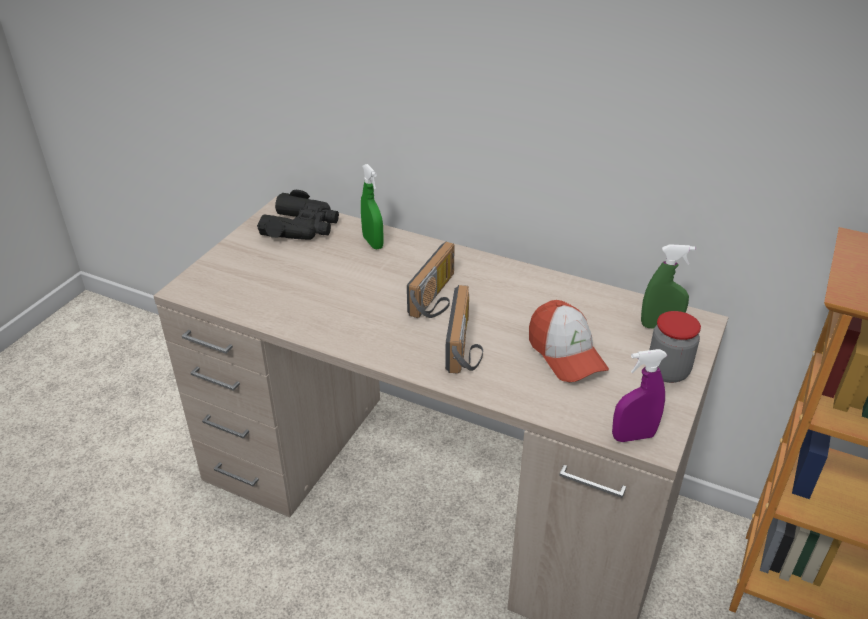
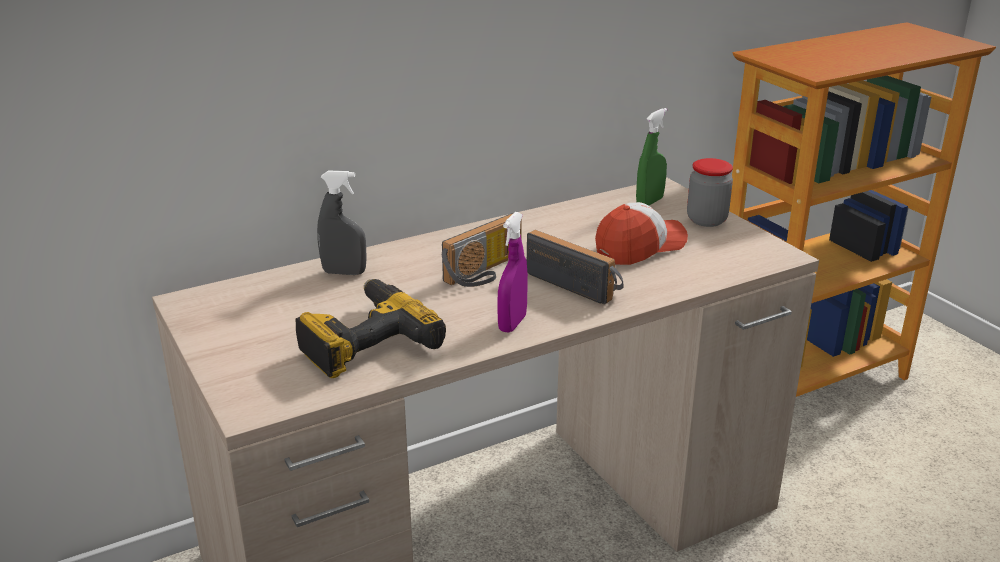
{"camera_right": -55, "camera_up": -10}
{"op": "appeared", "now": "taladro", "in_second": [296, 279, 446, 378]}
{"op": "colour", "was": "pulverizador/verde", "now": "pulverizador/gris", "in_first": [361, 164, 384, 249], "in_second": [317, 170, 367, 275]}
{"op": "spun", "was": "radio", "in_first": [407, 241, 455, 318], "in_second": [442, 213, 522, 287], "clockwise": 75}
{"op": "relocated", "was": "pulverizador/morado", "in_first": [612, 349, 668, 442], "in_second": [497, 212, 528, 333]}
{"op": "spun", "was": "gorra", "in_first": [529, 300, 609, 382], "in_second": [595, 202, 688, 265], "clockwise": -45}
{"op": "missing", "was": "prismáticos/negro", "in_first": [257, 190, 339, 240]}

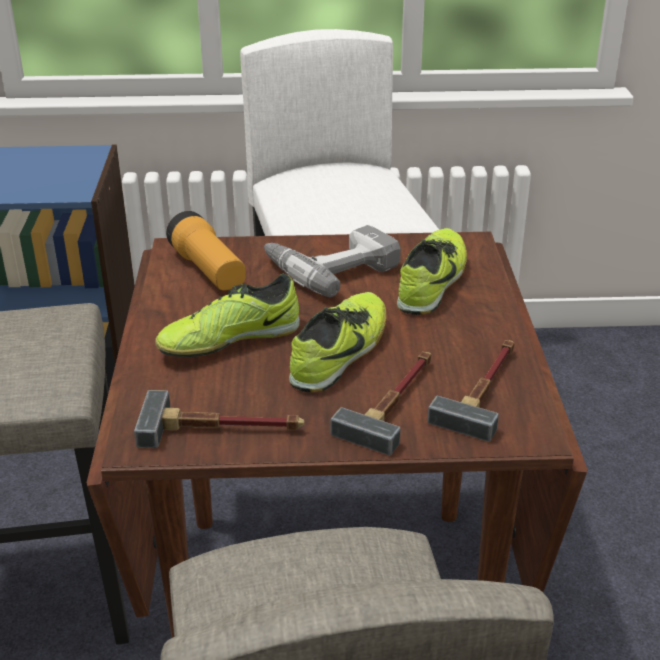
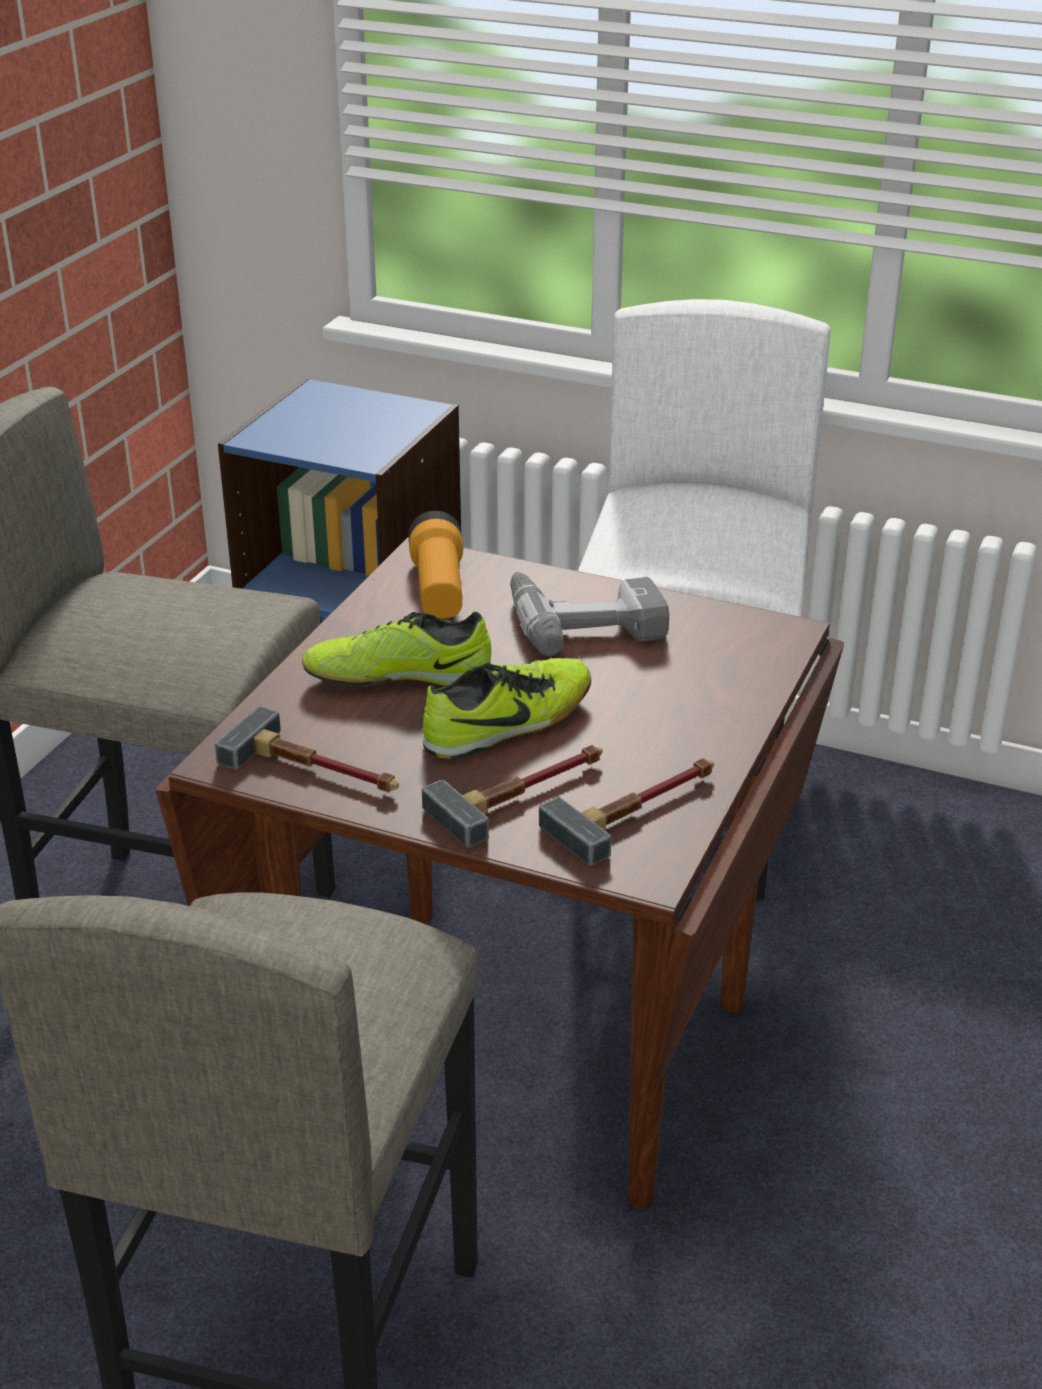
{"camera_right": 25, "camera_up": 0}
{"op": "missing", "was": "zapato", "in_first": [397, 228, 467, 315]}

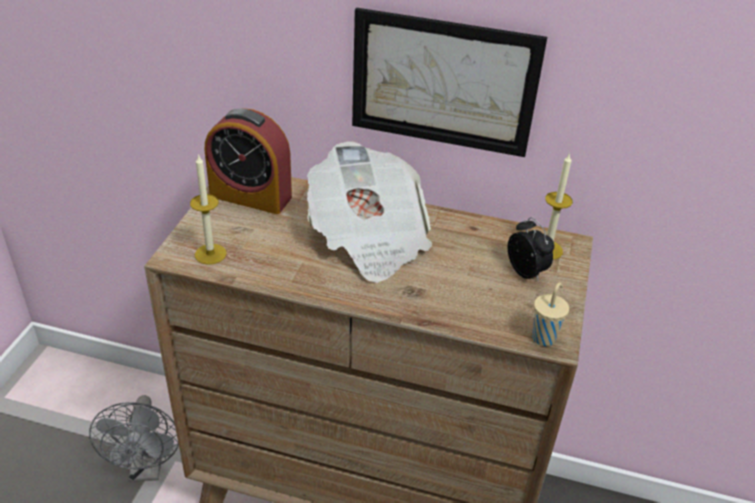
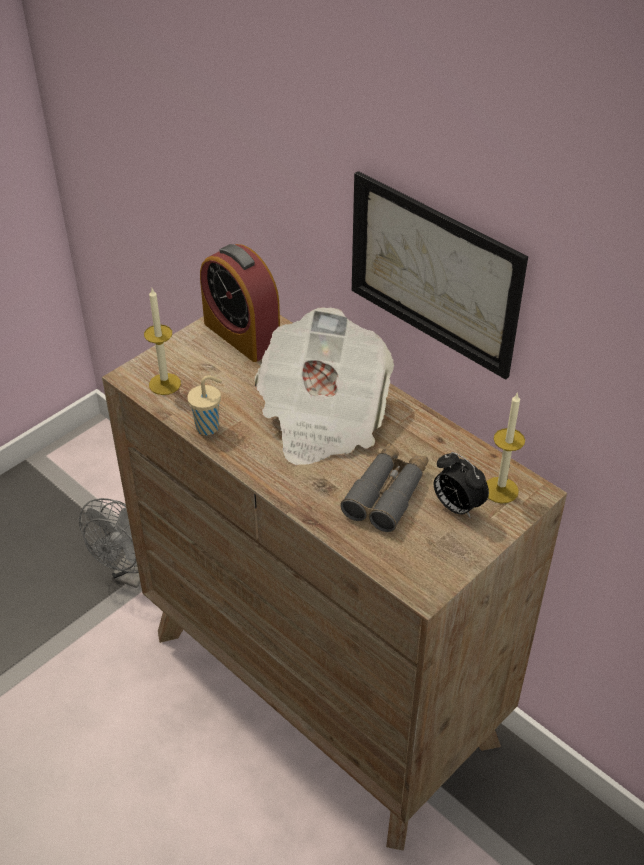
{"camera_right": 30, "camera_up": 5}
{"op": "relocated", "was": "taza/beis", "in_first": [532, 282, 569, 346], "in_second": [187, 375, 222, 435]}
{"op": "appeared", "now": "prismáticos/gris", "in_second": [340, 443, 428, 532]}
{"op": "spun", "was": "despertador", "in_first": [508, 217, 554, 280], "in_second": [434, 452, 489, 519], "clockwise": 135}

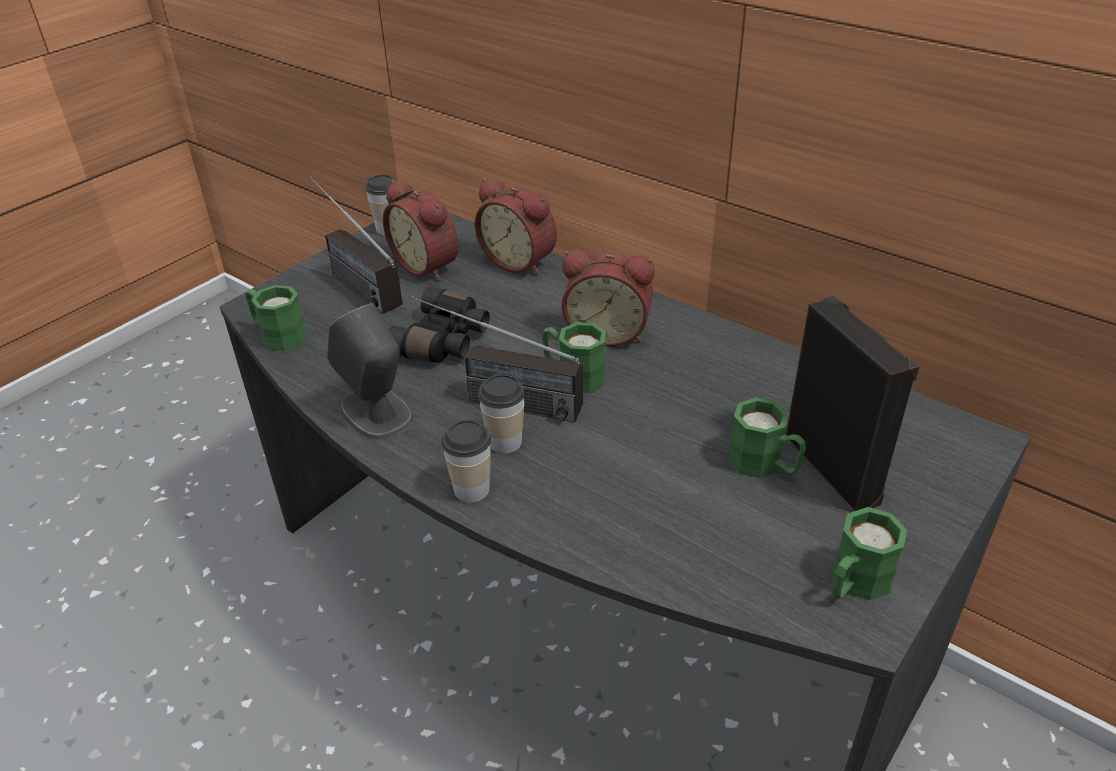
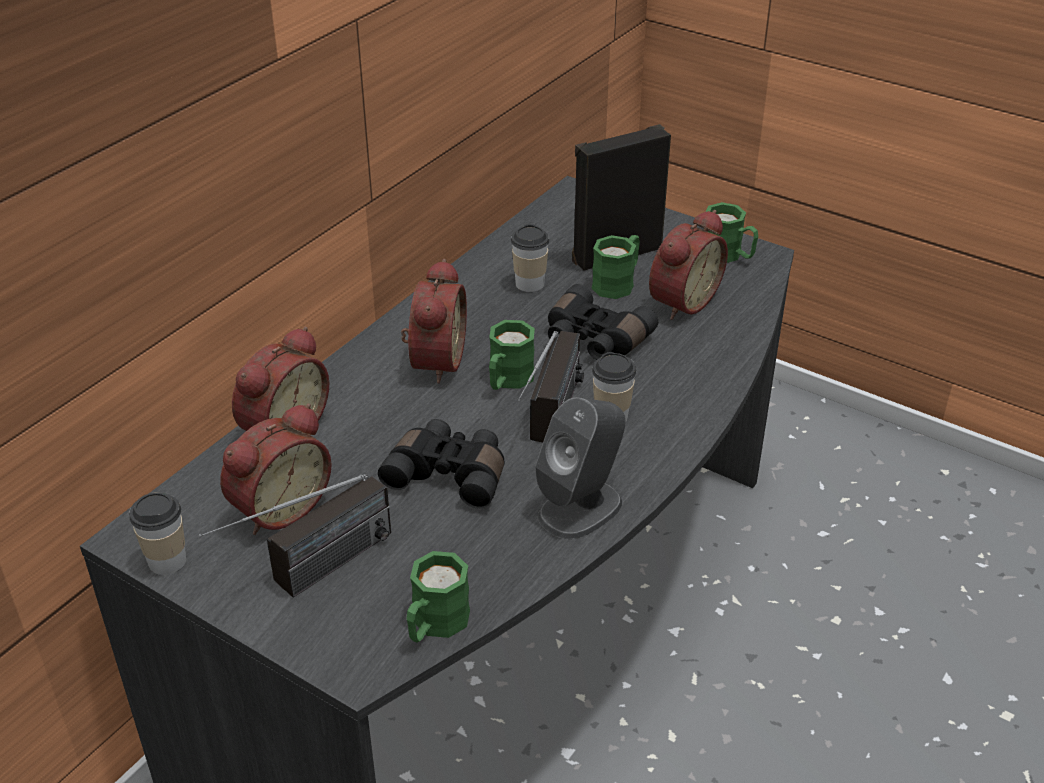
{"camera_right": -95, "camera_up": 0}
{"op": "relocated", "was": "taza", "in_first": [441, 420, 491, 503], "in_second": [511, 224, 549, 292]}
{"op": "appeared", "now": "prismáticos/negro", "in_second": [548, 284, 658, 360]}
{"op": "appeared", "now": "despertador", "in_second": [649, 210, 728, 320]}

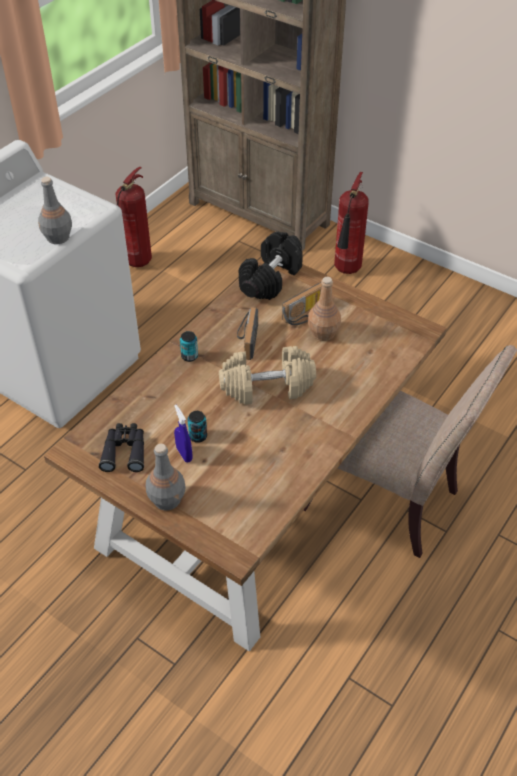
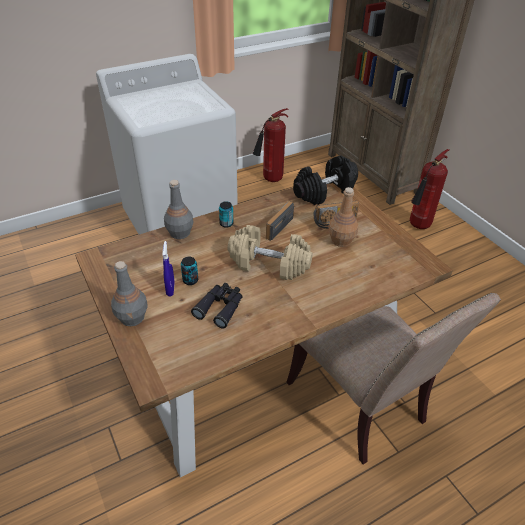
{"camera_right": 25, "camera_up": -5}
{"op": "relocated", "was": "botella/gris", "in_first": [38, 177, 72, 244], "in_second": [164, 180, 194, 239]}
{"op": "relocated", "was": "prismáticos/negro", "in_first": [99, 423, 144, 472], "in_second": [191, 283, 243, 329]}

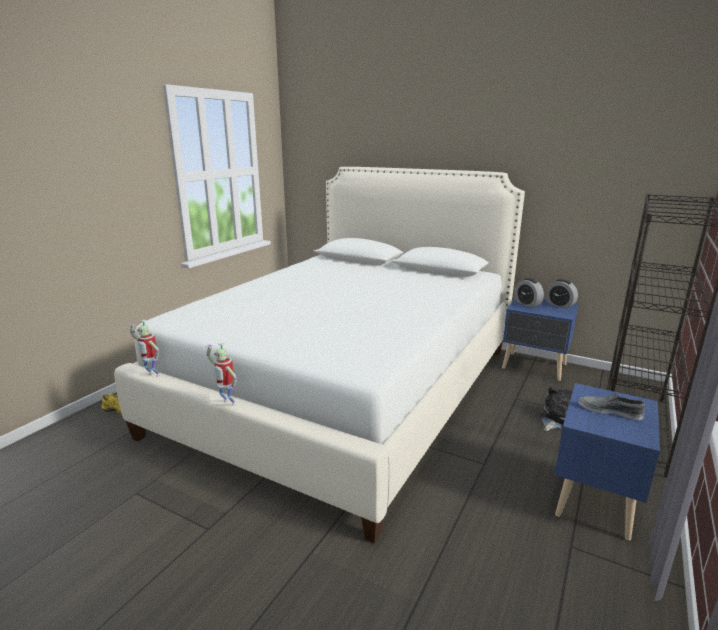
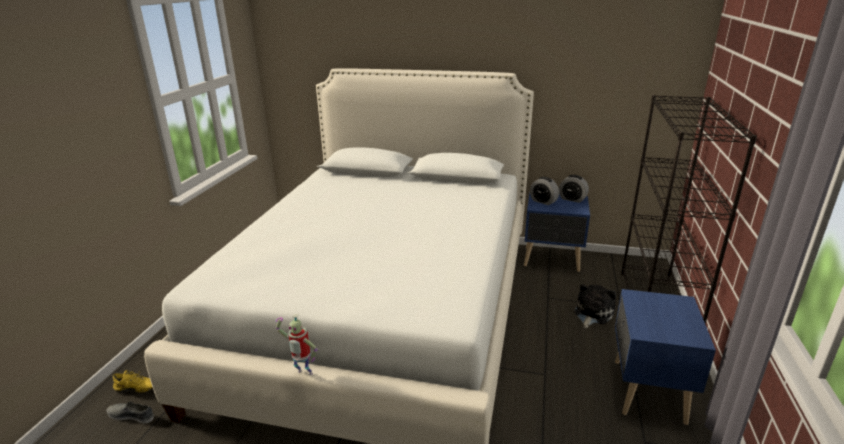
{"camera_right": -15, "camera_up": 5}
{"op": "relocated", "was": "zapato/gris", "in_first": [578, 393, 645, 420], "in_second": [107, 401, 154, 423]}
{"op": "missing", "was": "robot de juguete", "in_first": [129, 320, 160, 377]}

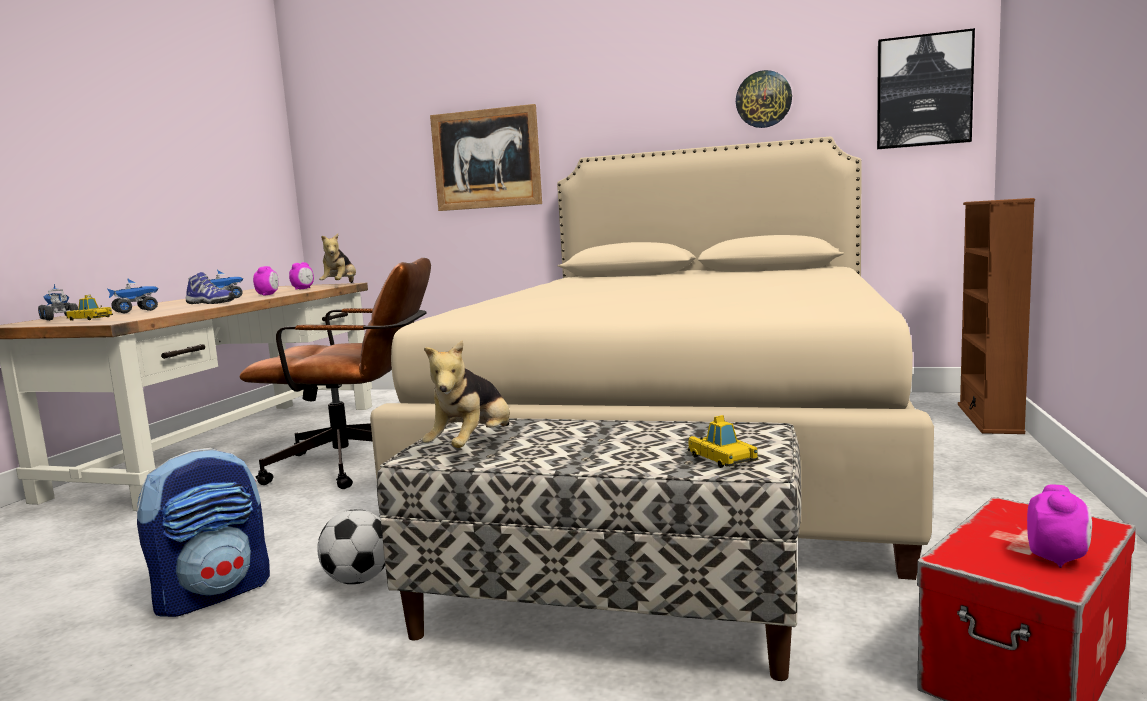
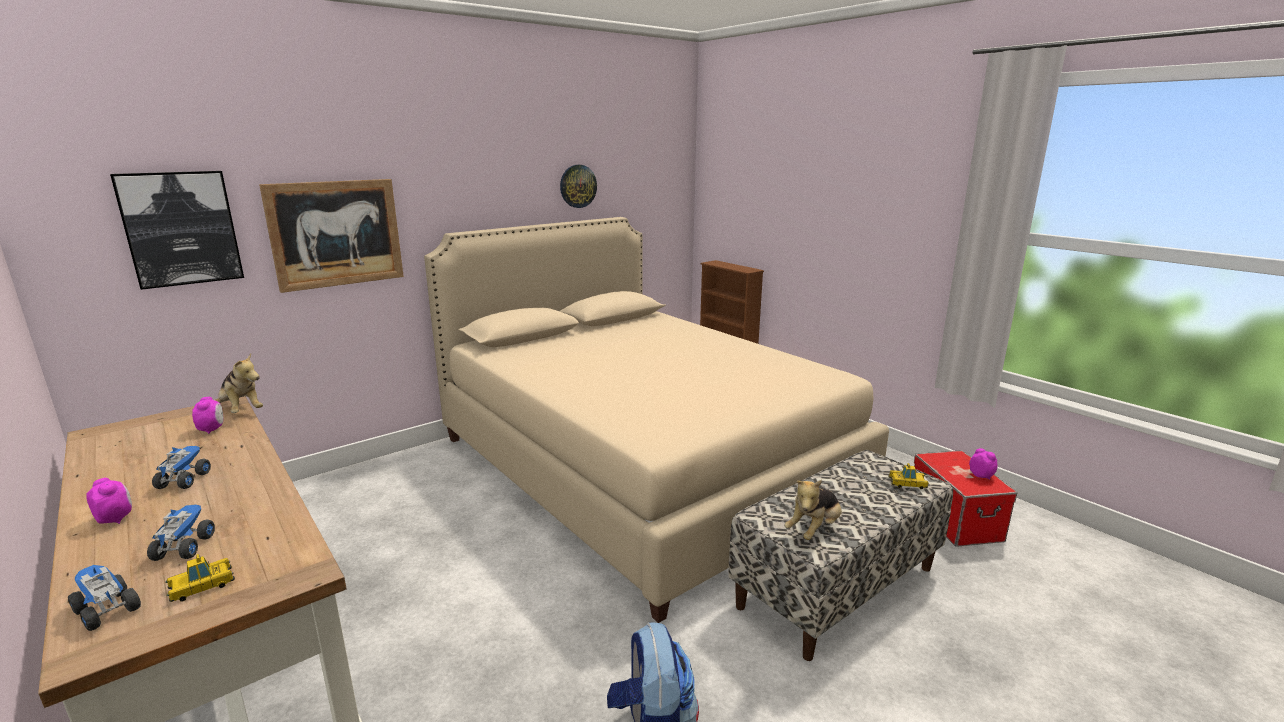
{"camera_right": -55, "camera_up": 10}
{"op": "spun", "was": "camión de juguete", "in_first": [38, 284, 78, 321], "in_second": [68, 565, 141, 631], "clockwise": 45}
{"op": "relocated", "was": "despertador", "in_first": [253, 266, 279, 296], "in_second": [86, 478, 132, 524]}
{"op": "relocated", "was": "cuadro", "in_first": [877, 28, 975, 149], "in_second": [110, 171, 244, 290]}
{"op": "spun", "was": "peluche", "in_first": [422, 340, 510, 448], "in_second": [784, 480, 842, 540], "clockwise": 75}
{"op": "missing", "was": "zapato", "in_first": [186, 272, 235, 304]}
{"op": "missing", "was": "silla de oficina/marrón", "in_first": [239, 258, 431, 489]}
{"op": "missing", "was": "balón de fútbol", "in_first": [317, 509, 385, 584]}

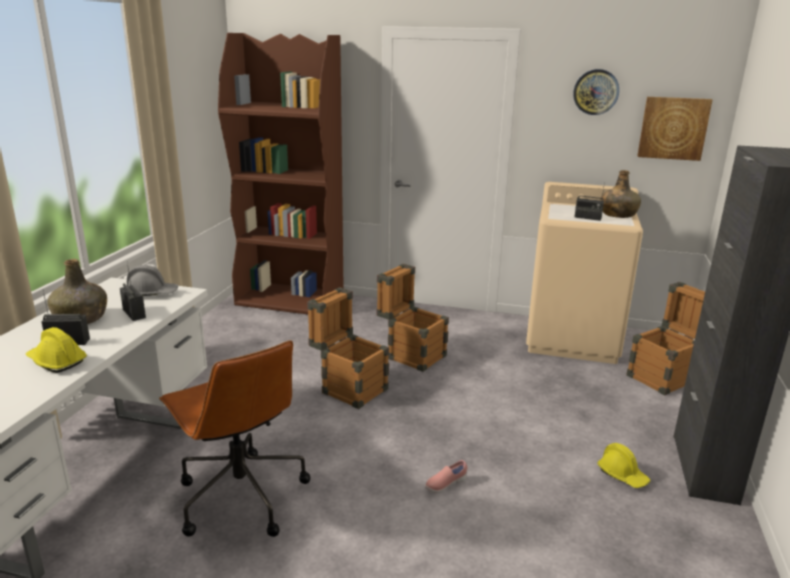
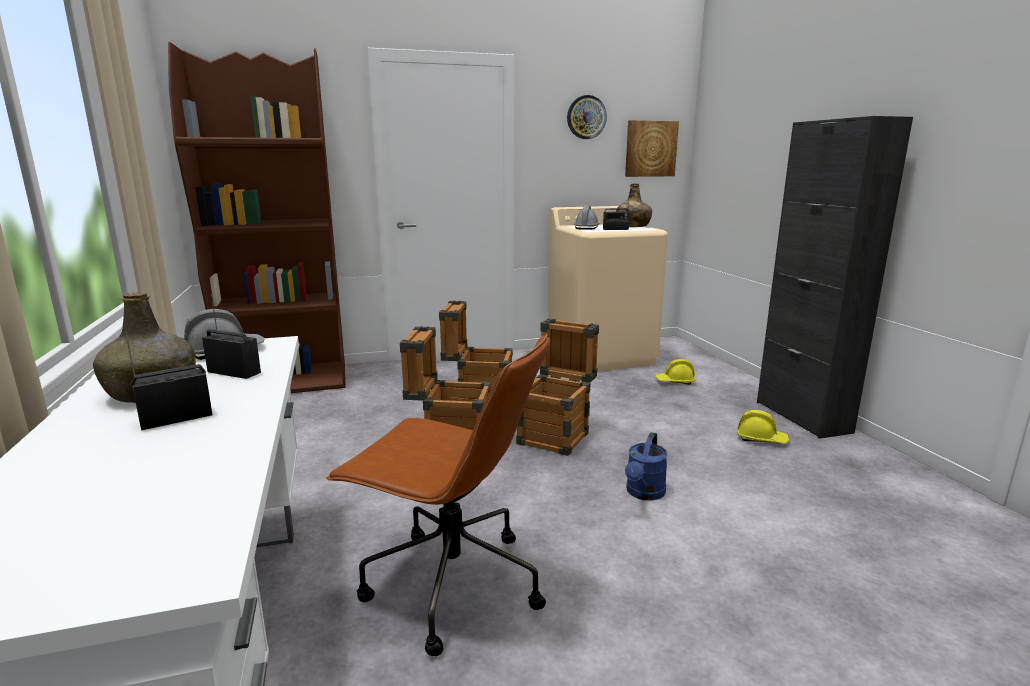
{"camera_right": -30, "camera_up": -5}
{"op": "relocated", "was": "caja de embalaje", "in_first": [626, 282, 705, 395], "in_second": [516, 318, 599, 456]}
{"op": "appeared", "now": "casco/gris", "in_second": [574, 205, 599, 230]}
{"op": "exchanged", "was": "zapato/rosa", "now": "regadera/azul", "in_first": [425, 460, 467, 493], "in_second": [625, 432, 668, 500]}
{"op": "relocated", "was": "casco/amarillo", "in_first": [26, 327, 87, 373], "in_second": [655, 359, 695, 385]}

